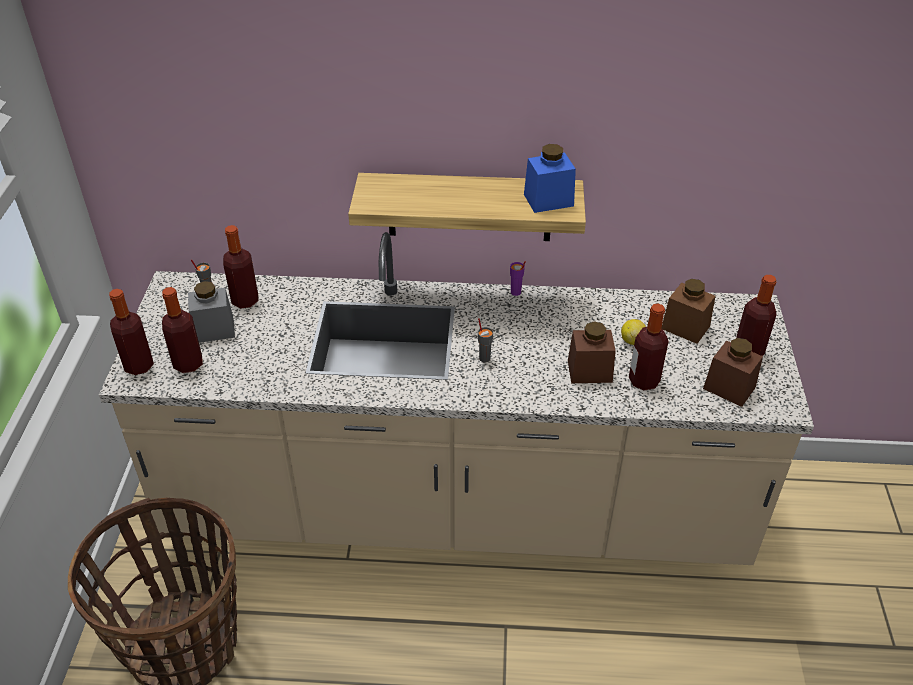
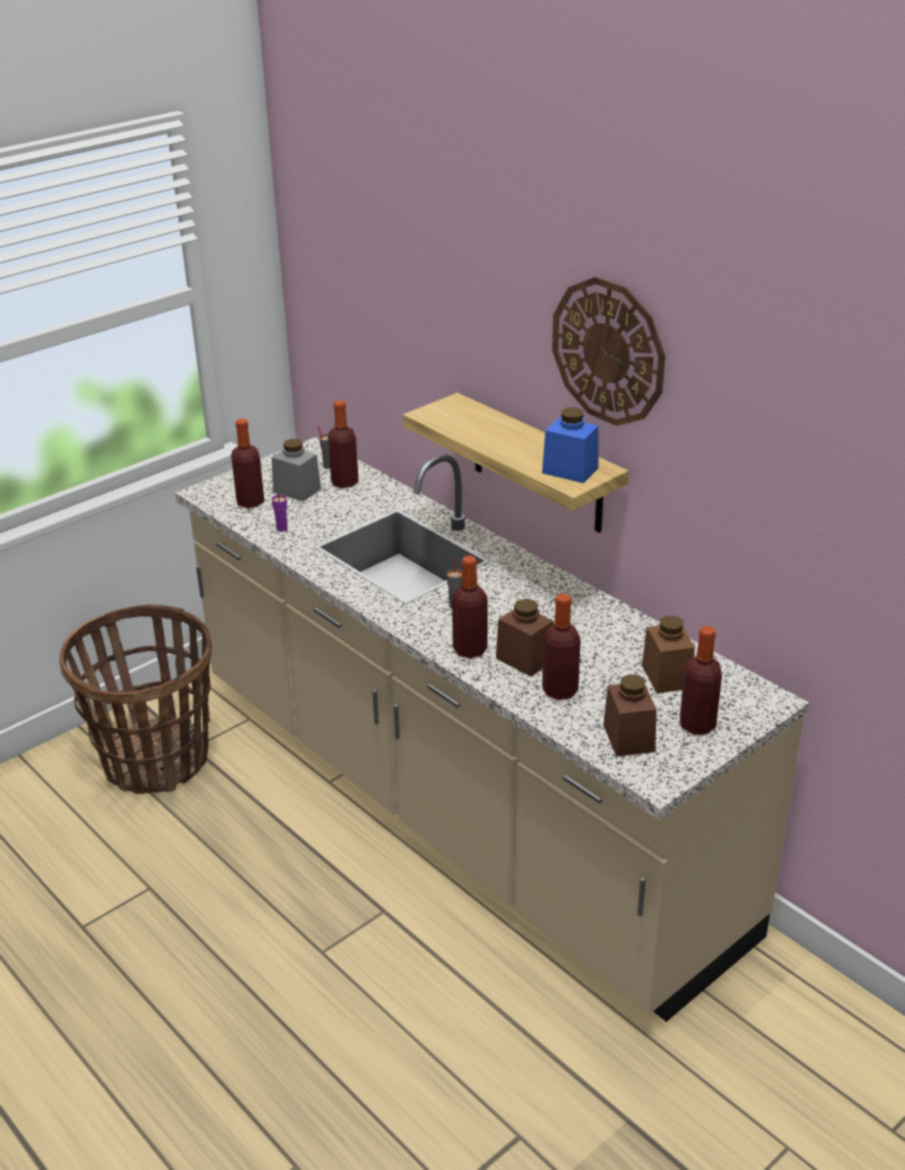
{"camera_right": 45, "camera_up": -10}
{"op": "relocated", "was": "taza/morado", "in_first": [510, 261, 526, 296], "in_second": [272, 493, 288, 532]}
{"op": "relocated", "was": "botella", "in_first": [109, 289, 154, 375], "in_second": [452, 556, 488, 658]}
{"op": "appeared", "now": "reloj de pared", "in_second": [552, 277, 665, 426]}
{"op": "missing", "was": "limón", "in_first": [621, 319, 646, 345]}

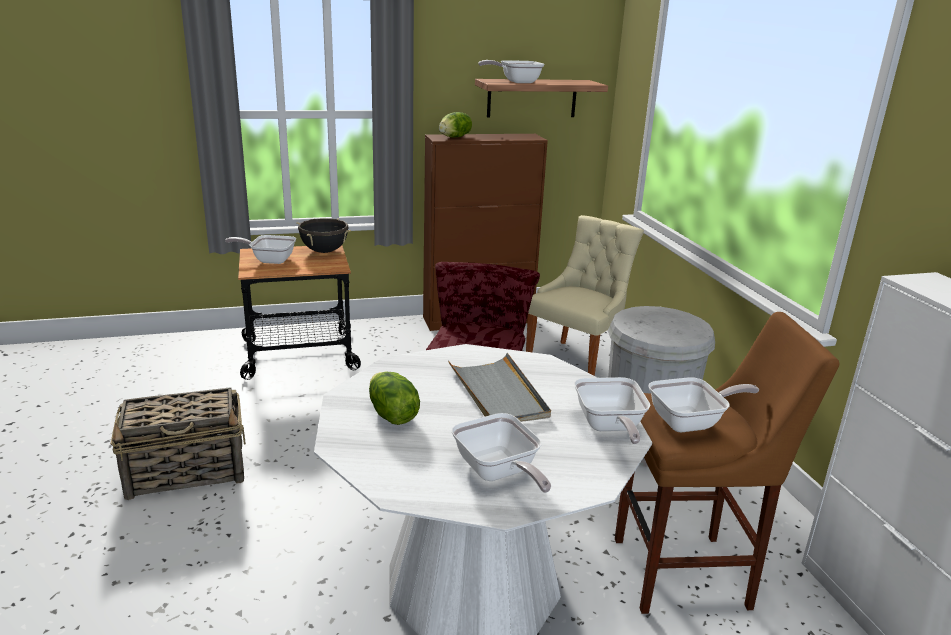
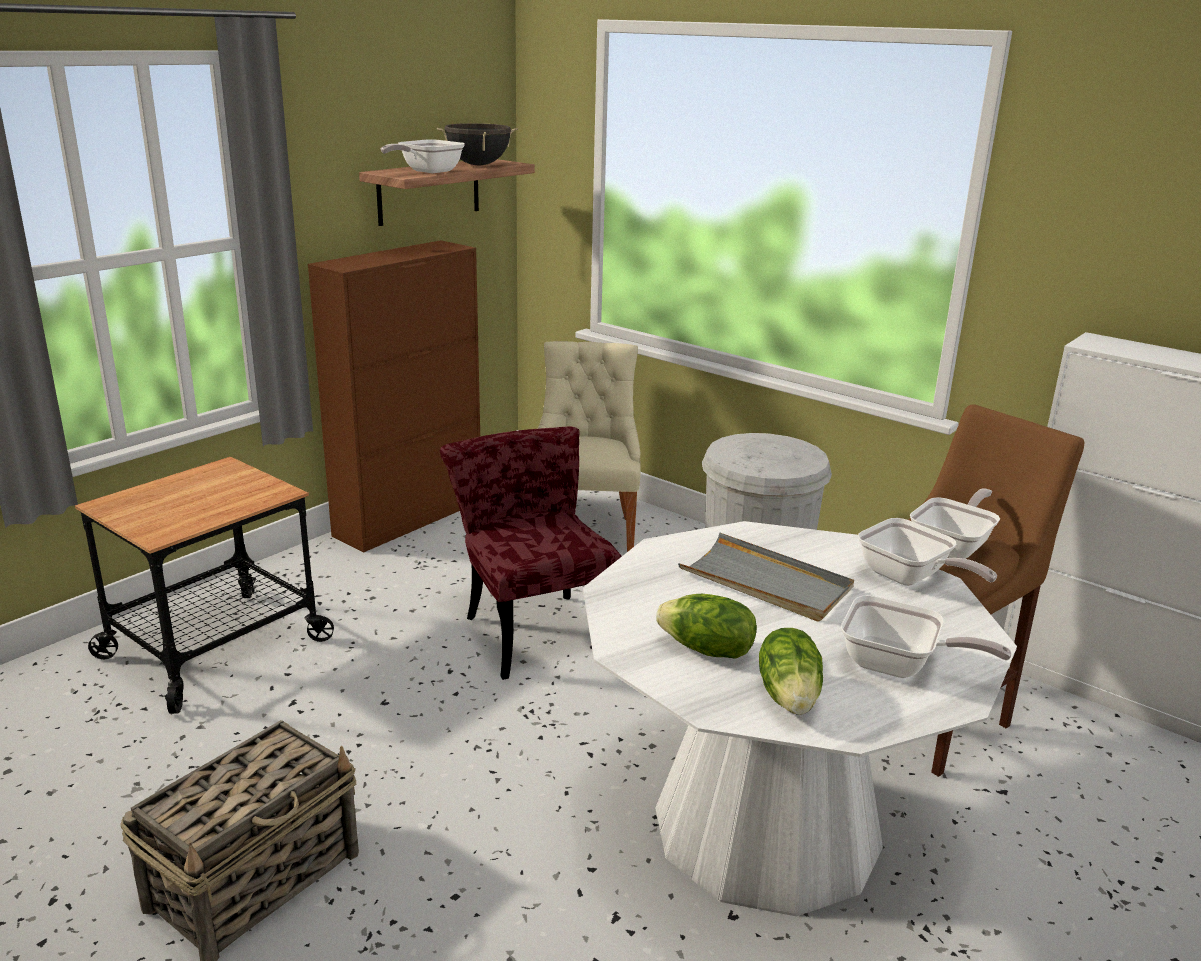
{"camera_right": -35, "camera_up": 0}
{"op": "relocated", "was": "olla/negro", "in_first": [296, 218, 351, 253], "in_second": [437, 123, 518, 165]}
{"op": "relocated", "was": "lechuga", "in_first": [439, 112, 472, 137], "in_second": [759, 628, 823, 715]}
{"op": "missing", "was": "sartén", "in_first": [225, 235, 296, 264]}

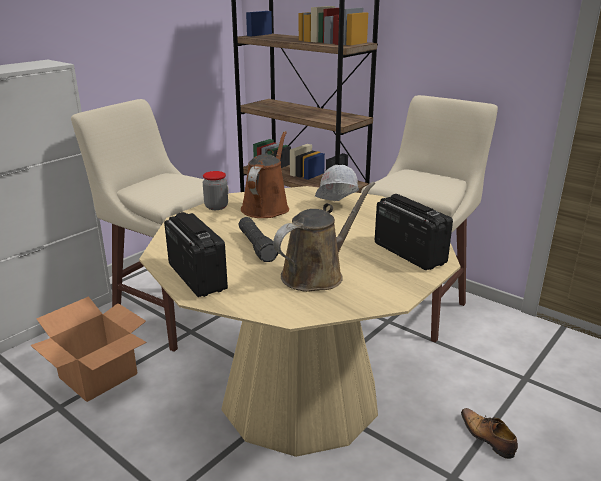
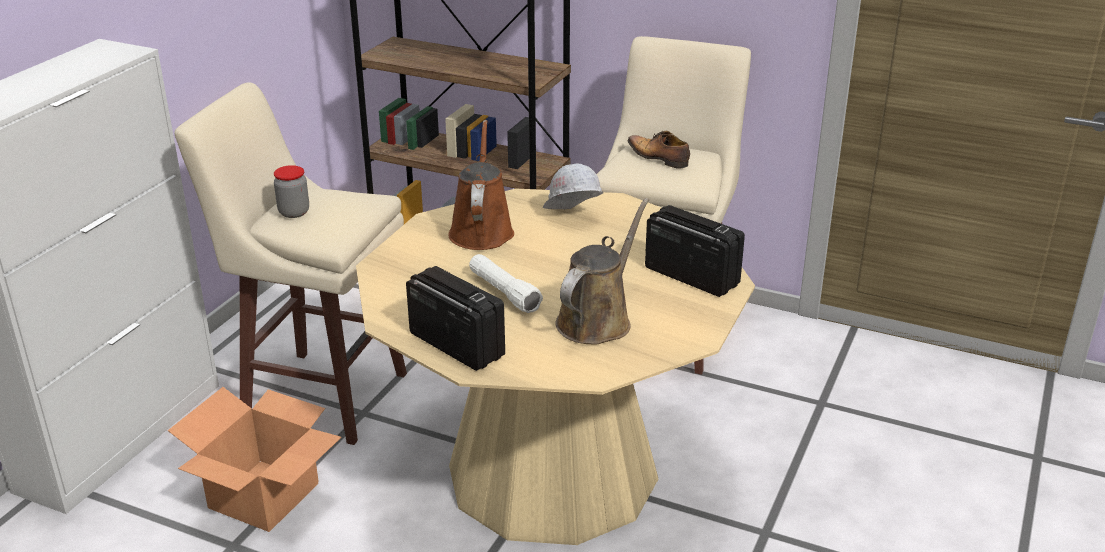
{"camera_right": -15, "camera_up": 5}
{"op": "relocated", "was": "tarro", "in_first": [203, 171, 228, 210], "in_second": [274, 165, 309, 218]}
{"op": "colour", "was": "linterna/negro", "now": "linterna/blanco", "in_first": [238, 217, 278, 262], "in_second": [469, 254, 543, 313]}
{"op": "relocated", "was": "zapato", "in_first": [461, 408, 518, 459], "in_second": [628, 131, 690, 169]}

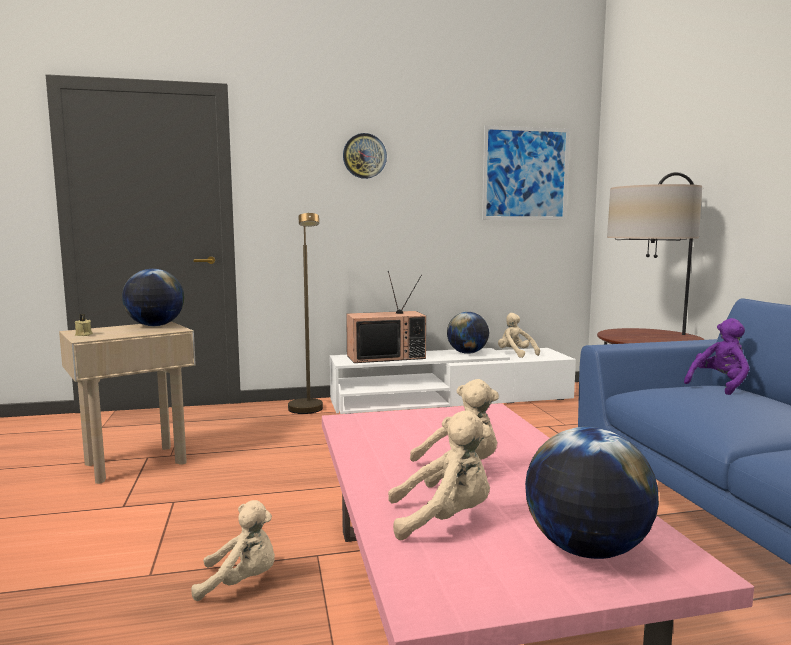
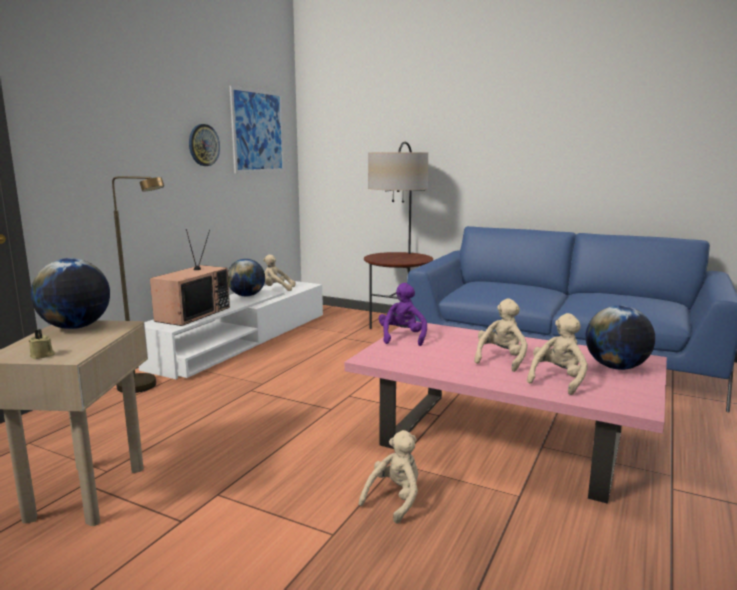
{"camera_right": -50, "camera_up": 5}
{"op": "relocated", "was": "reloj de pared", "in_first": [343, 133, 387, 179], "in_second": [189, 124, 220, 166]}
{"op": "relocated", "was": "peluche/morado", "in_first": [684, 318, 750, 395], "in_second": [379, 283, 427, 346]}

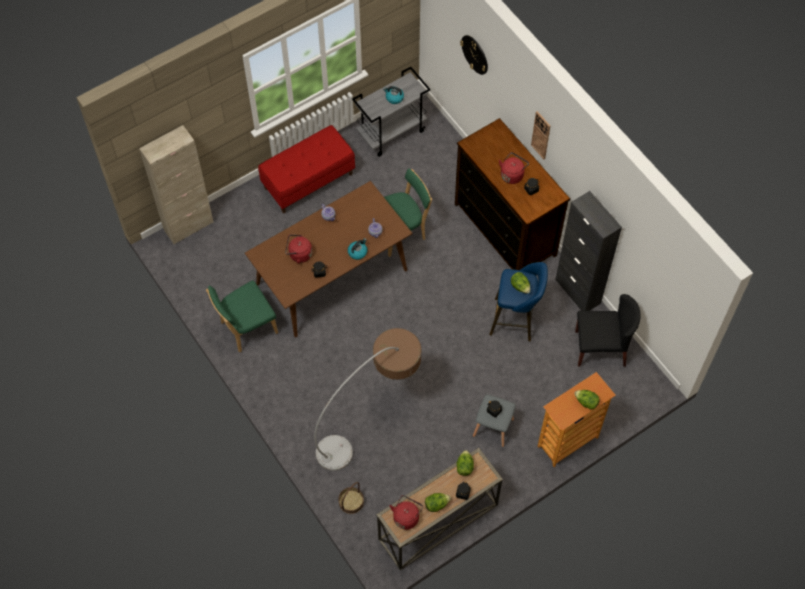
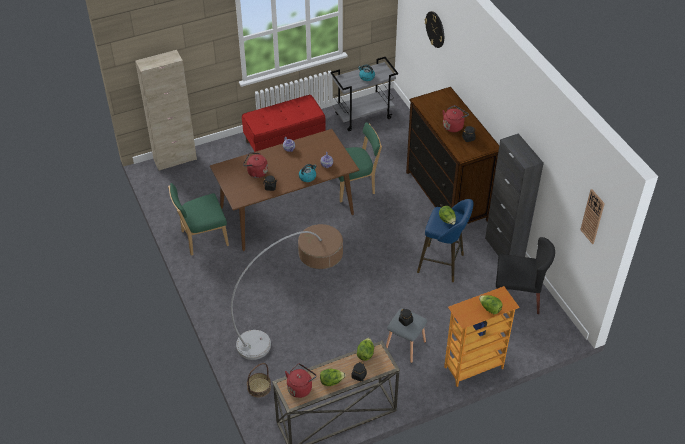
{"camera_right": 10, "camera_up": -15}
{"op": "relocated", "was": "reloj de pared", "in_first": [531, 111, 550, 159], "in_second": [580, 189, 605, 244]}

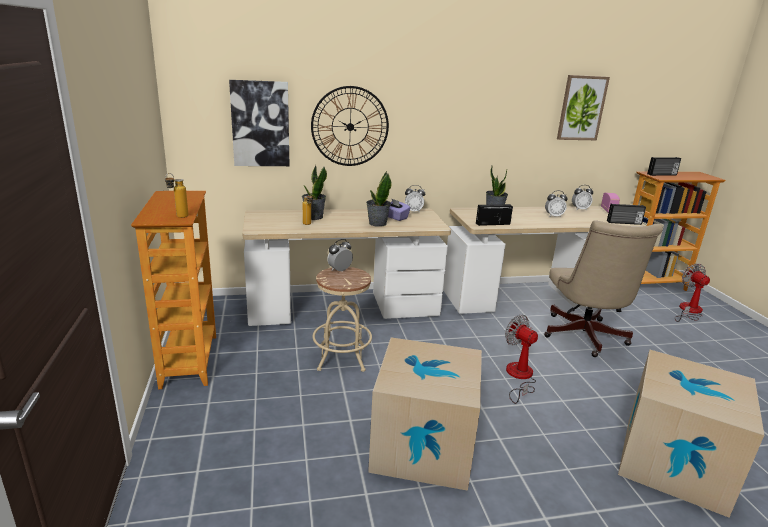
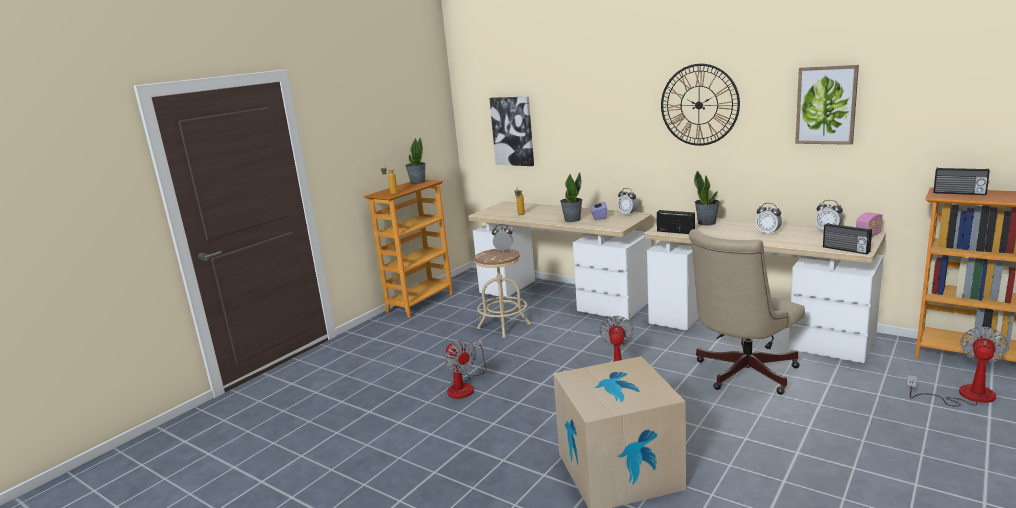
{"camera_right": 50, "camera_up": -5}
{"op": "relocated", "was": "planta en maceta", "in_first": [302, 165, 327, 220], "in_second": [405, 138, 426, 184]}
{"op": "exchanged", "was": "caja de cartón", "now": "ventilador", "in_first": [368, 337, 482, 491], "in_second": [445, 339, 487, 399]}
{"op": "relocated", "was": "reloj de pared", "in_first": [311, 86, 389, 166], "in_second": [661, 64, 740, 146]}

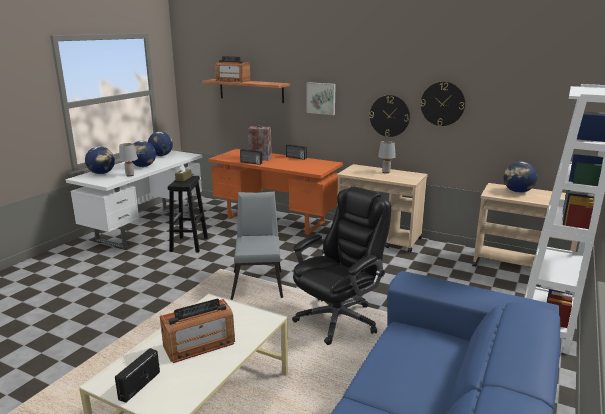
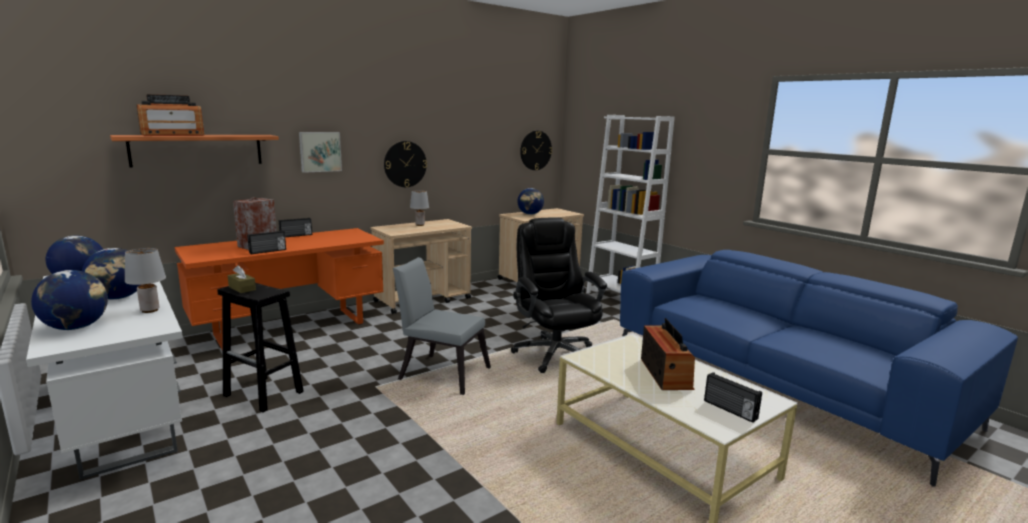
{"camera_right": -65, "camera_up": -5}
{"op": "relocated", "was": "reloj de pared", "in_first": [421, 82, 465, 126], "in_second": [520, 131, 552, 170]}

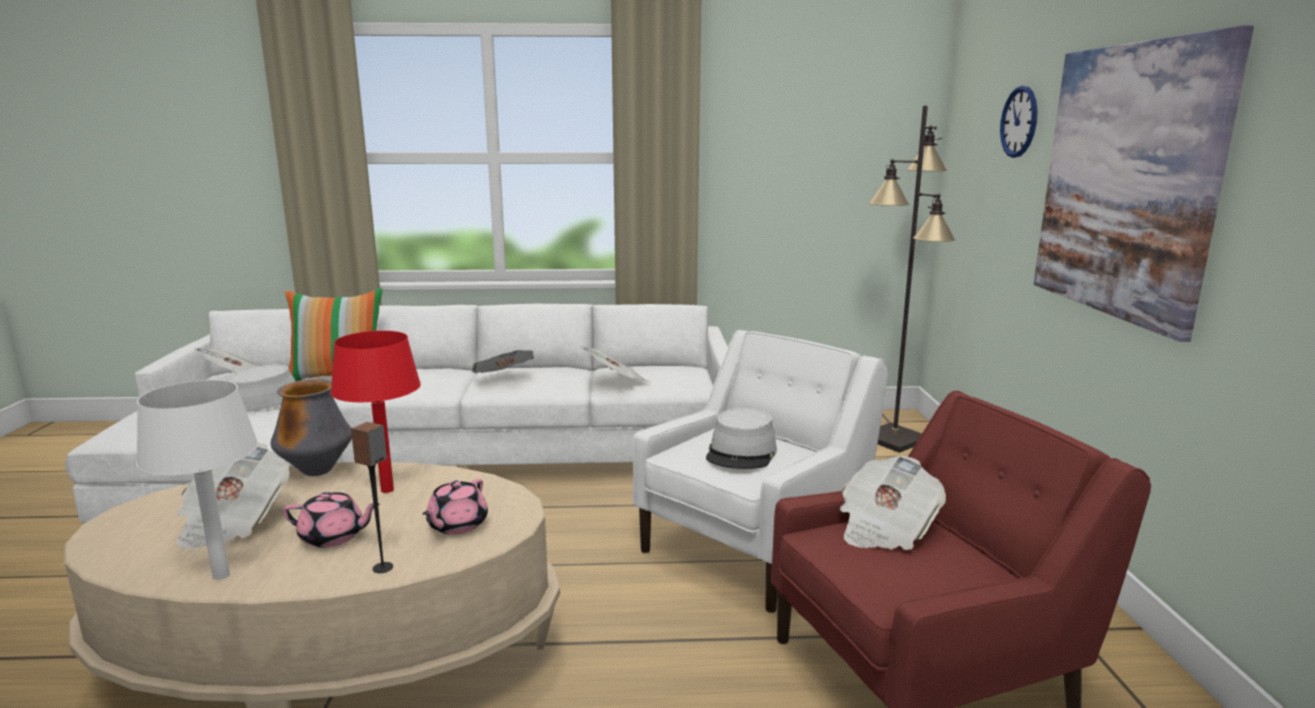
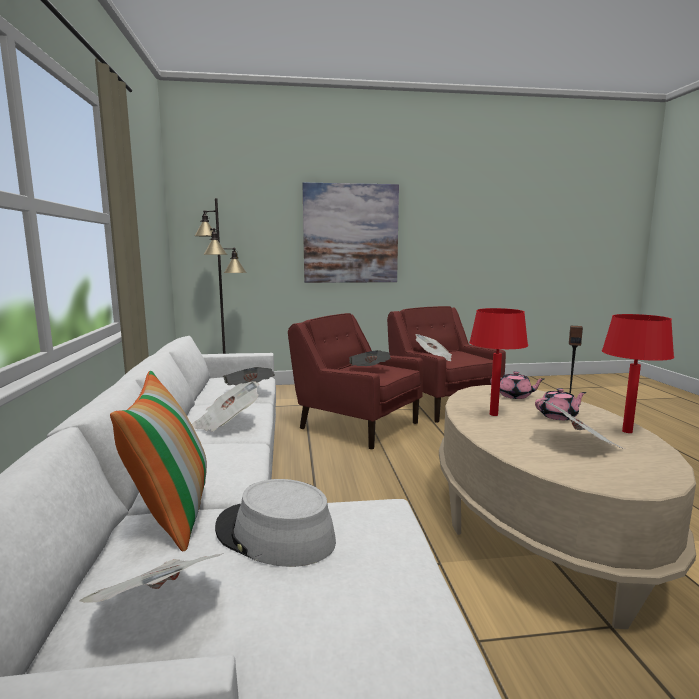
{"camera_right": -95, "camera_up": -5}
{"op": "colour", "was": "sillón/blanco", "now": "sillón/rojo", "in_first": [633, 330, 888, 613], "in_second": [288, 313, 423, 449]}
{"op": "exchanged", "was": "sombrero/gris", "now": "periódico", "in_first": [706, 408, 777, 469], "in_second": [349, 350, 391, 366]}
{"op": "spun", "was": "tetera/rosa", "in_first": [283, 492, 380, 548], "in_second": [535, 388, 586, 420], "clockwise": 75}
{"op": "colour", "was": "lámpara de mesa/blanco", "now": "lámpara de mesa/rojo", "in_first": [136, 380, 259, 580], "in_second": [602, 314, 674, 433]}
{"op": "missing", "was": "florero", "in_first": [271, 379, 352, 476]}
{"op": "missing", "was": "reloj de pared", "in_first": [1000, 86, 1038, 158]}

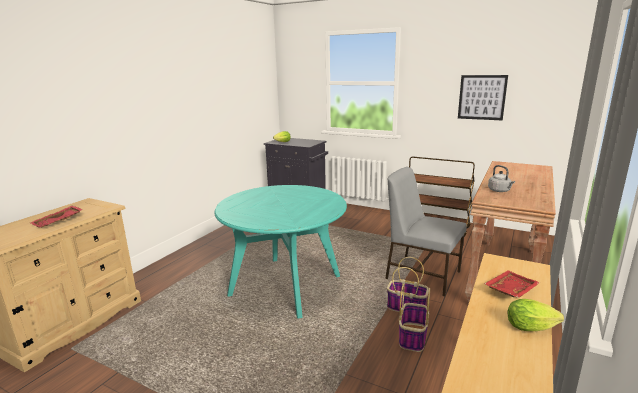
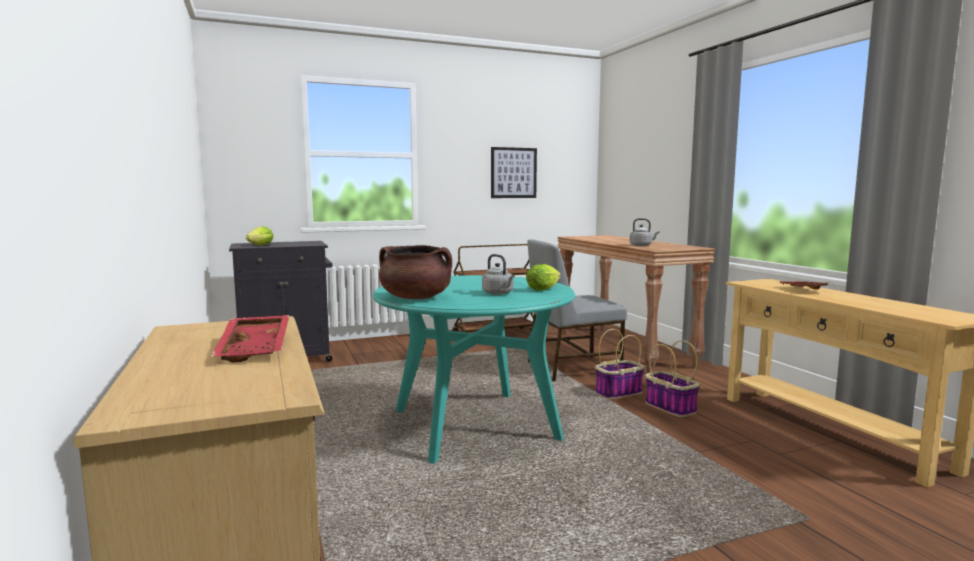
{"camera_right": -50, "camera_up": -10}
{"op": "appeared", "now": "olla/marrón", "in_second": [379, 245, 452, 299]}
{"op": "appeared", "now": "hervidor/gris", "in_second": [482, 254, 515, 295]}
{"op": "relocated", "was": "lechuga", "in_first": [507, 299, 564, 331], "in_second": [526, 264, 561, 290]}

